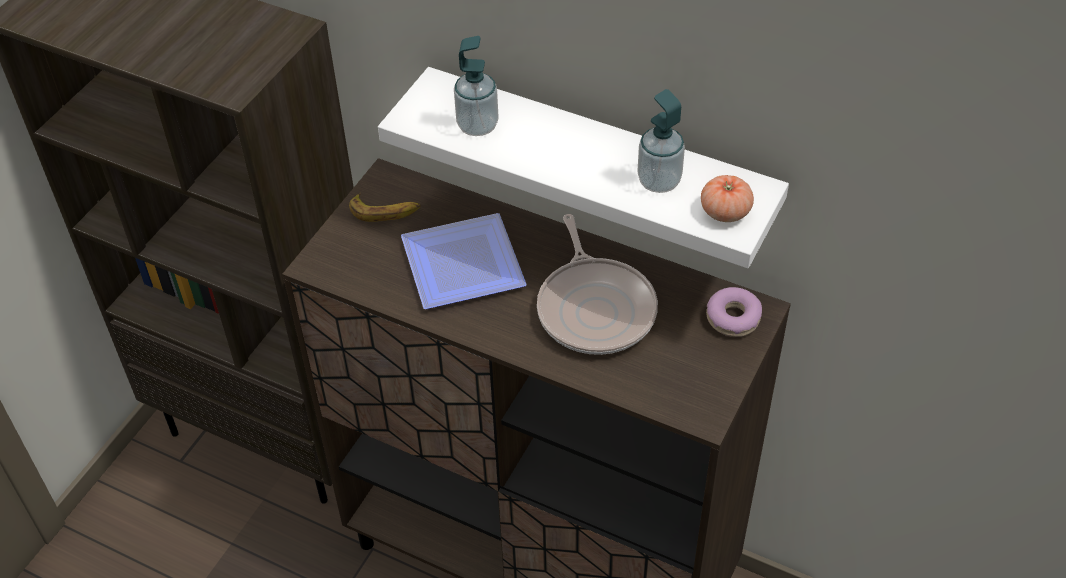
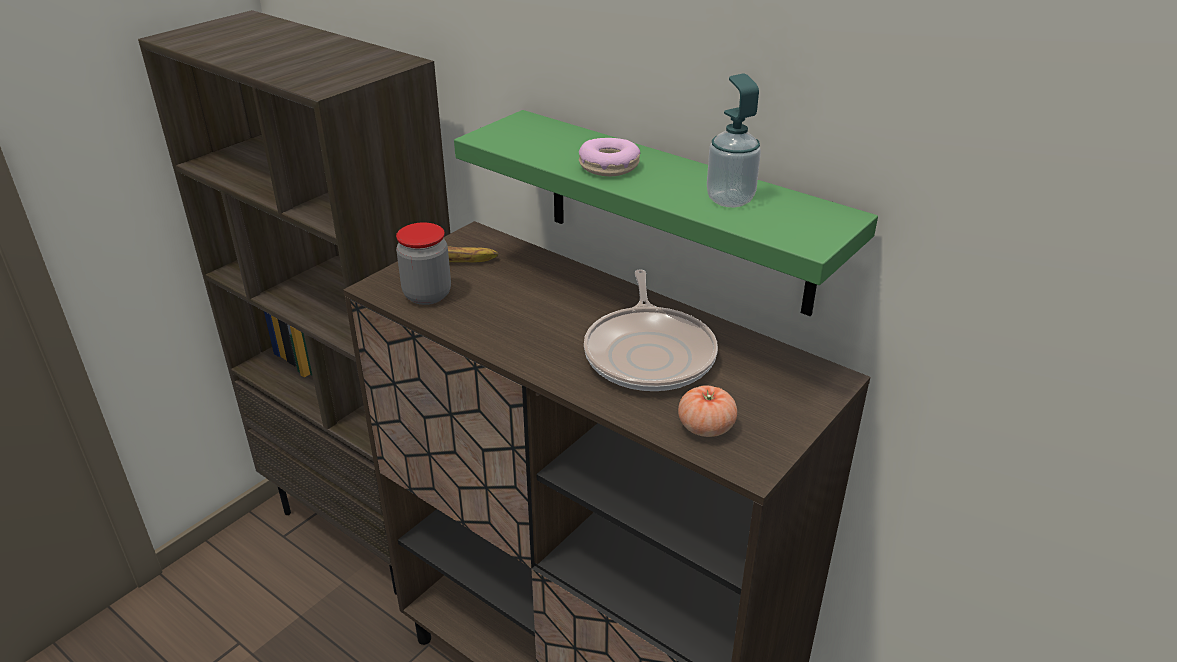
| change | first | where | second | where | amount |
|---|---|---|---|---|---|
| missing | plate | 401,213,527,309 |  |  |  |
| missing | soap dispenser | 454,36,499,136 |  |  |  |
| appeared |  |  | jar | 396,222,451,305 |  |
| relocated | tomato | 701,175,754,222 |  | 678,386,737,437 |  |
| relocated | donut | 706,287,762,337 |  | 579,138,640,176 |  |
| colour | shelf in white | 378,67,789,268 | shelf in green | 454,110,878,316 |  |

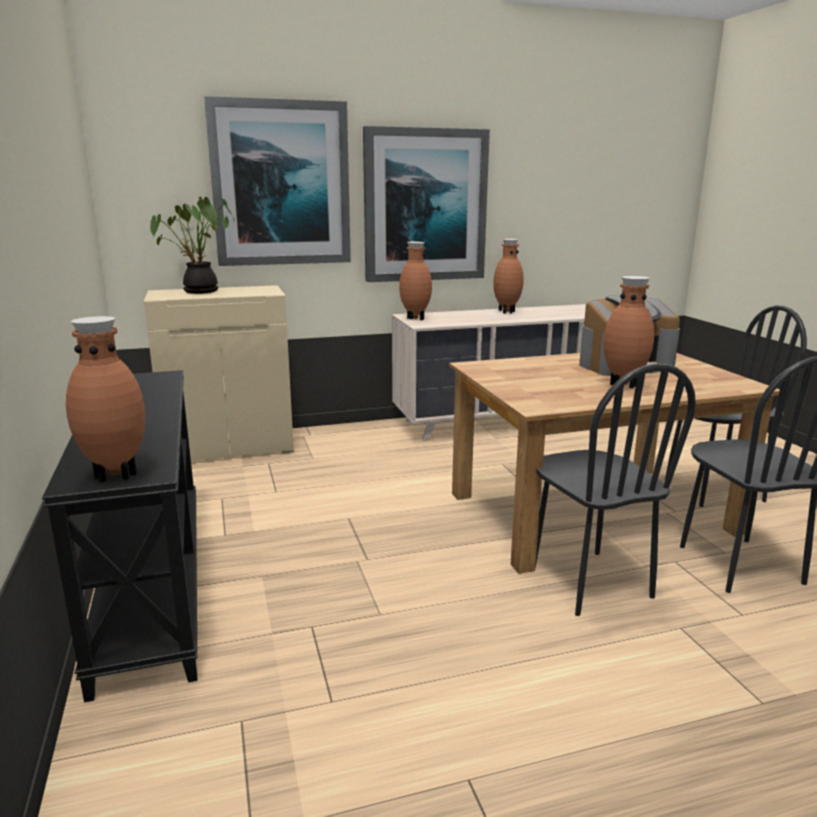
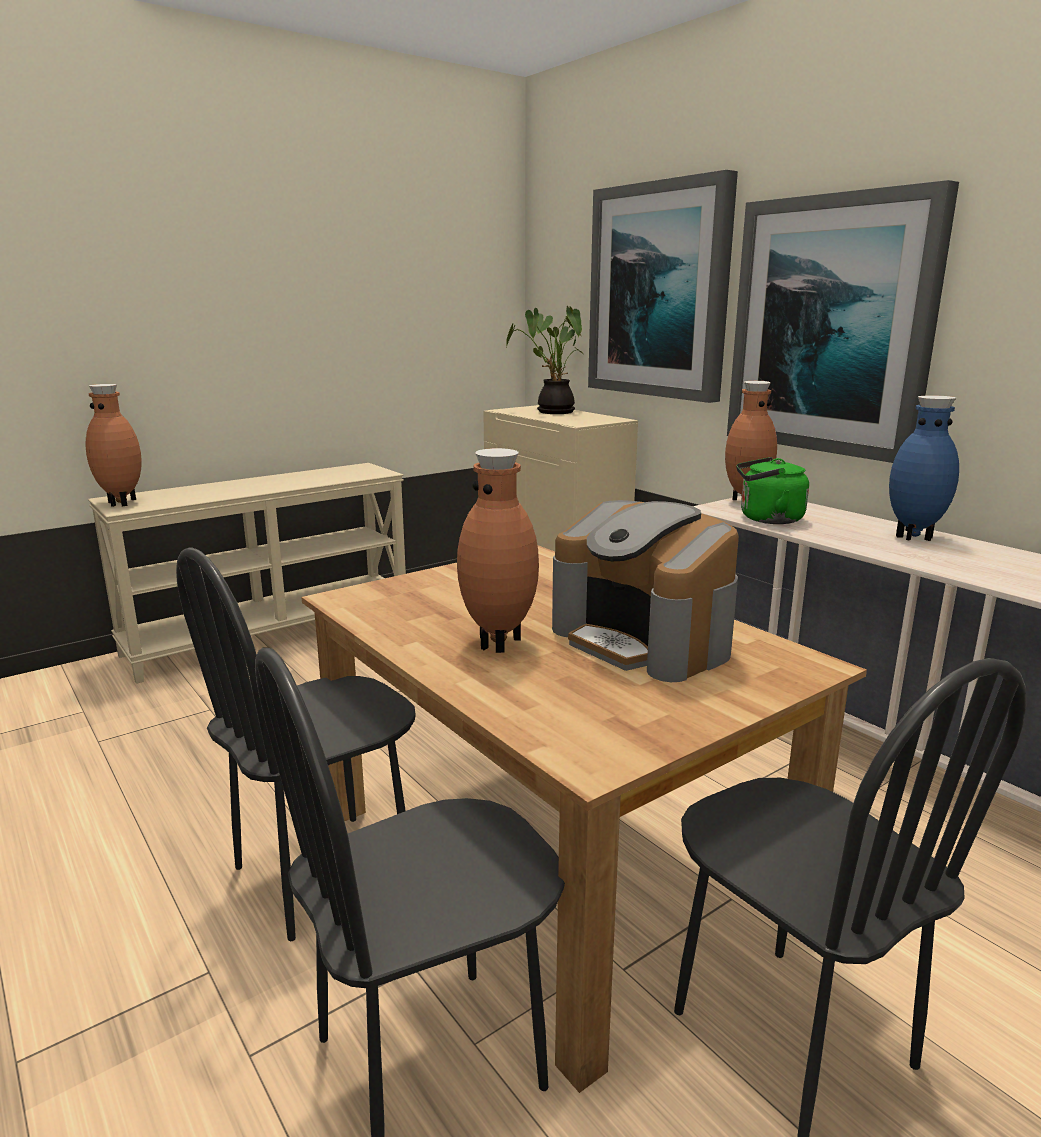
| change | first | where | second | where | amount |
|---|---|---|---|---|---|
| appeared |  |  | kettle in green | 736,457,809,524 |  |
| colour | console table in black | 42,370,197,702 | console table in beige | 88,463,406,684 |  |
| colour | vase in brown | 493,239,524,314 | vase in blue | 889,395,959,541 |  |

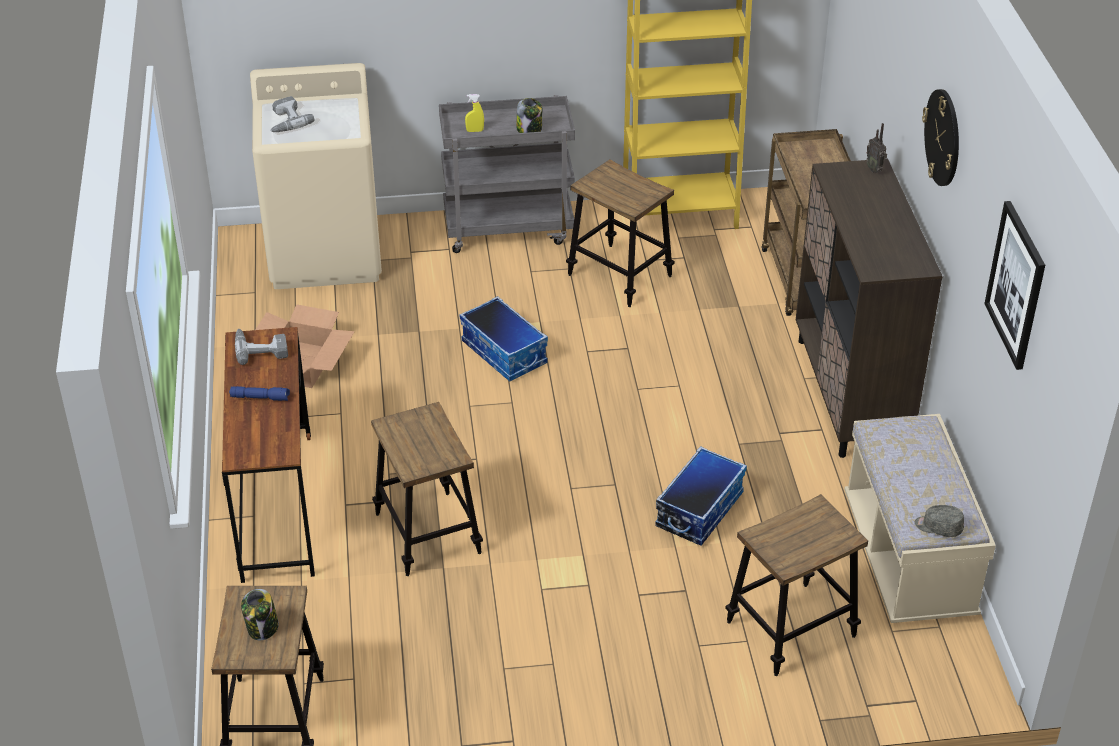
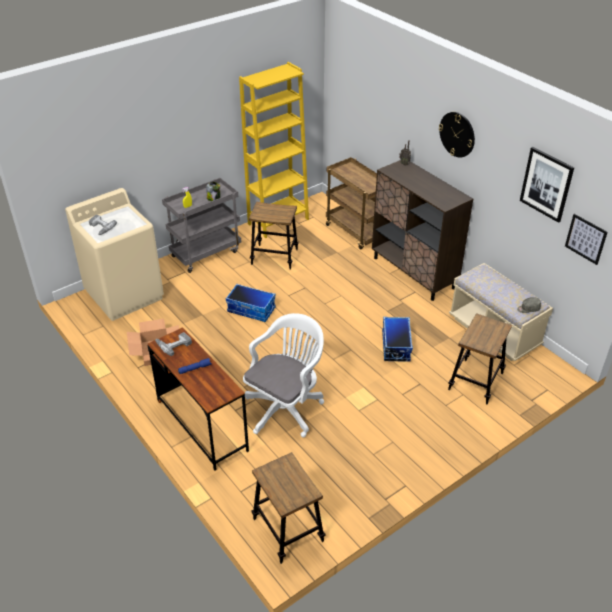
| change | first | where | second | where | amount |
|---|---|---|---|---|---|
| missing | jar | 241,589,279,640 |  |  |  |
| appeared |  |  | picture | 565,214,608,265 |  |
| exchanged | stool | 371,402,483,576 | office chair in white | 243,313,324,437 |  |

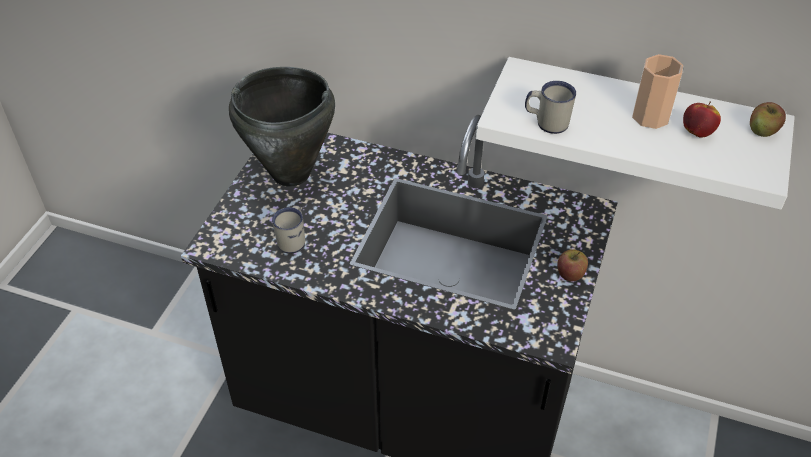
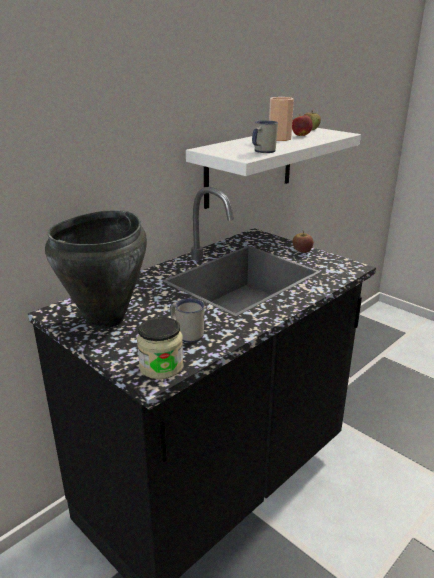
| change | first | where | second | where | amount |
|---|---|---|---|---|---|
| appeared |  |  | jar | 137,317,184,379 |  |

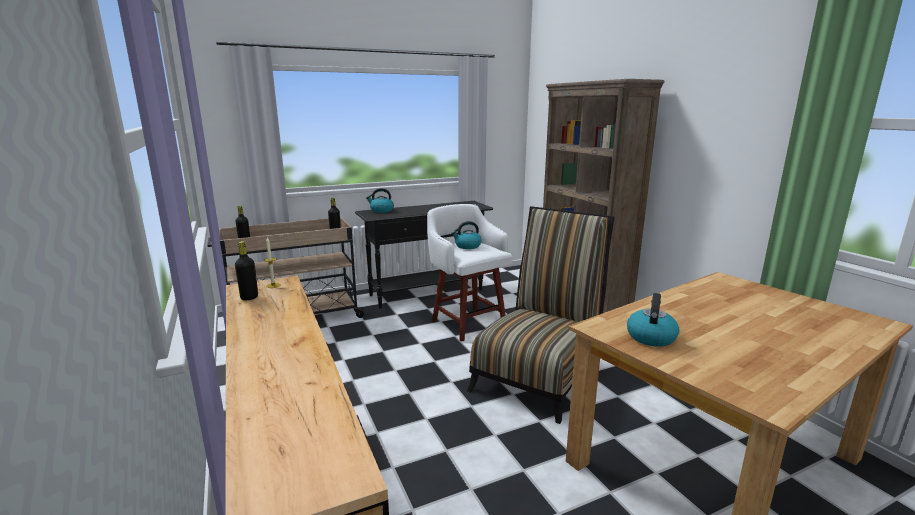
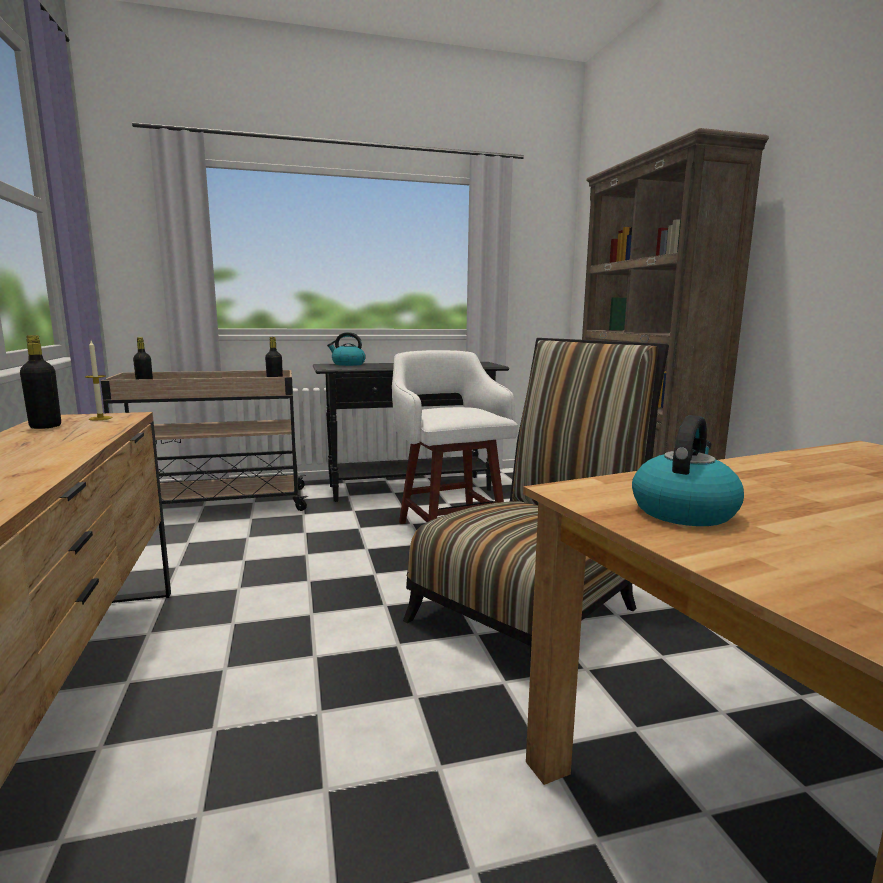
| change | first | where | second | where | amount |
|---|---|---|---|---|---|
| missing | kettle | 451,221,482,249 |  |  |  |

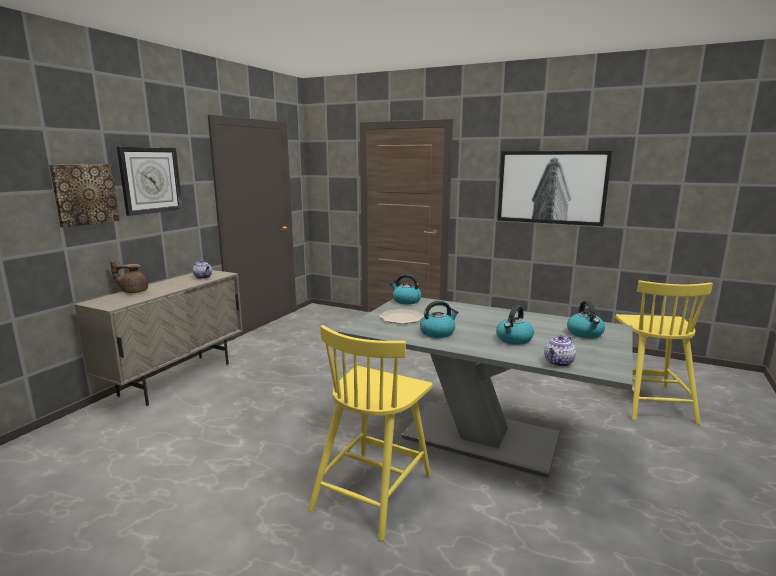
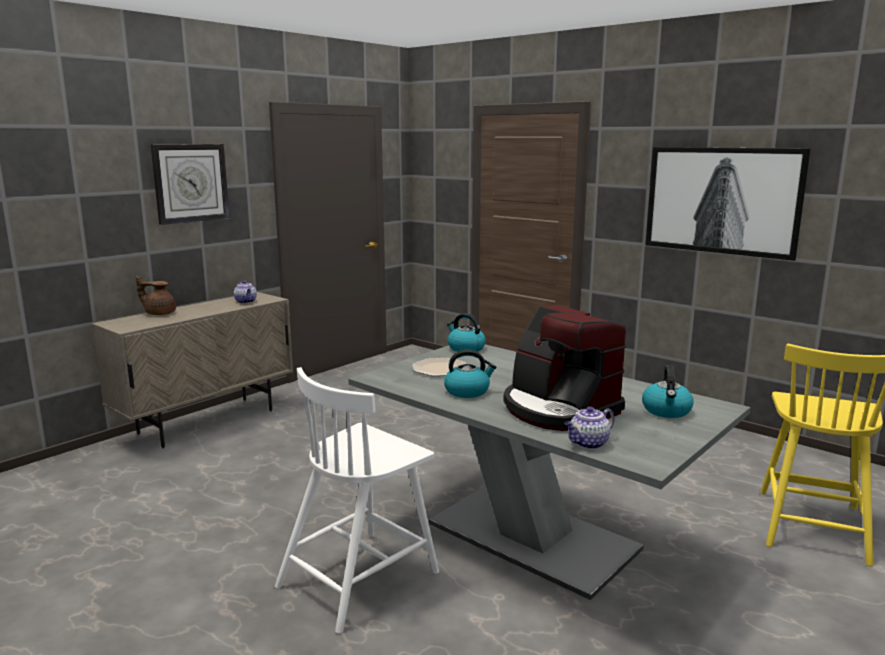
| change | first | where | second | where | amount |
|---|---|---|---|---|---|
| missing | picture | 49,164,119,228 |  |  |  |
| exchanged | kettle | 496,306,534,345 | coffee machine | 503,305,626,431 |  |
| colour | chair in yellow | 308,325,433,541 | chair in white | 275,367,439,634 |  |

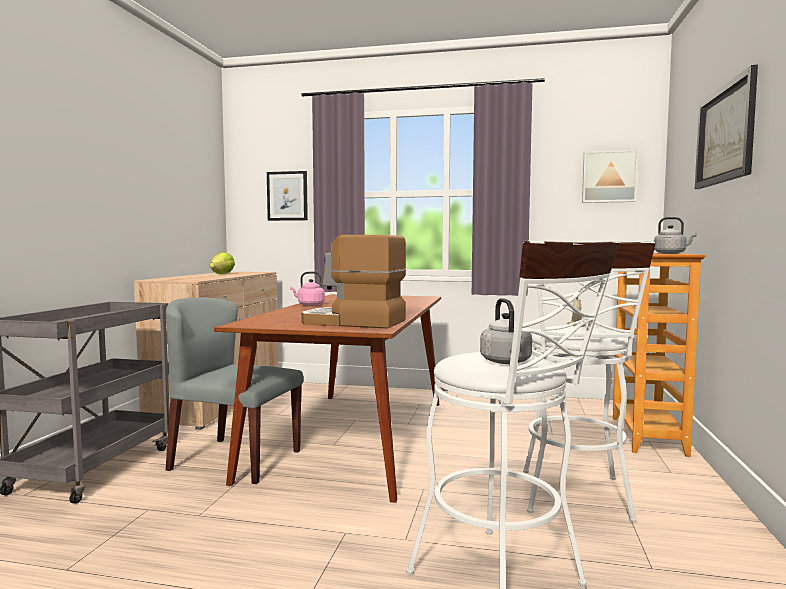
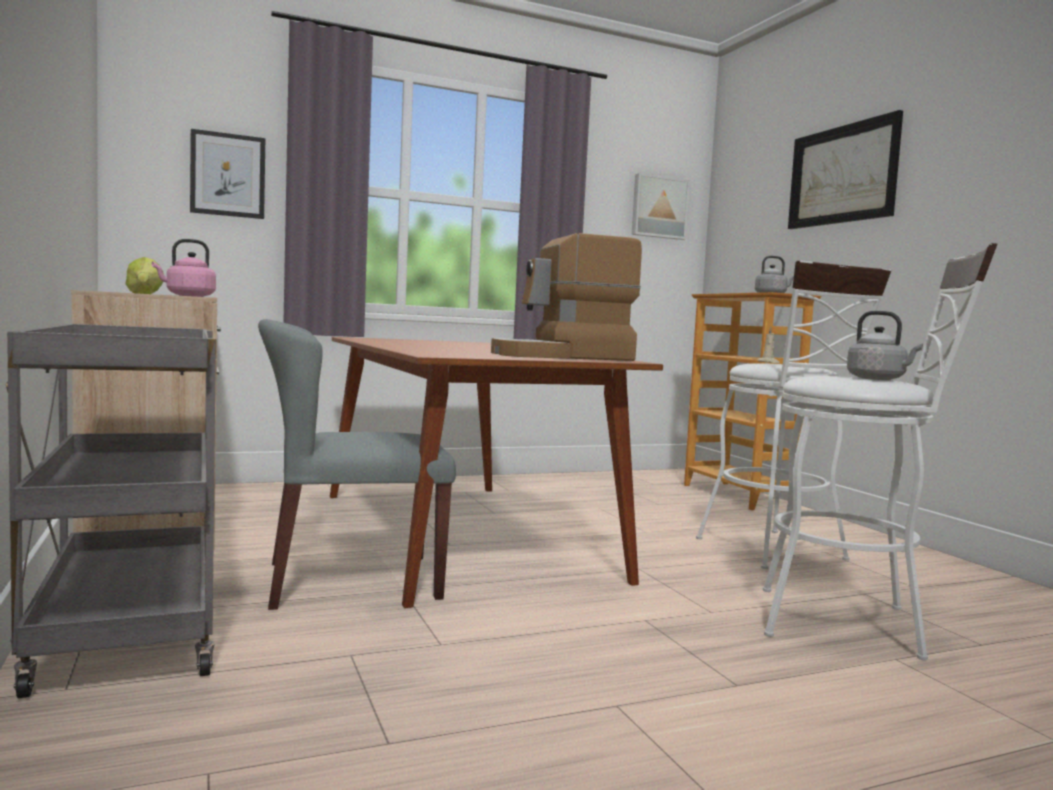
| change | first | where | second | where | amount |
|---|---|---|---|---|---|
| relocated | kettle in pink | 290,271,325,306 |  | 152,239,216,297 |  |

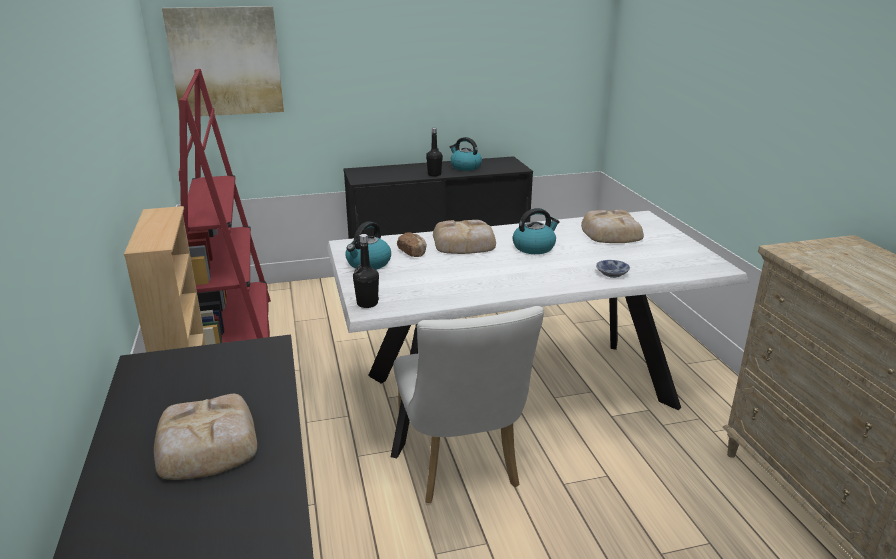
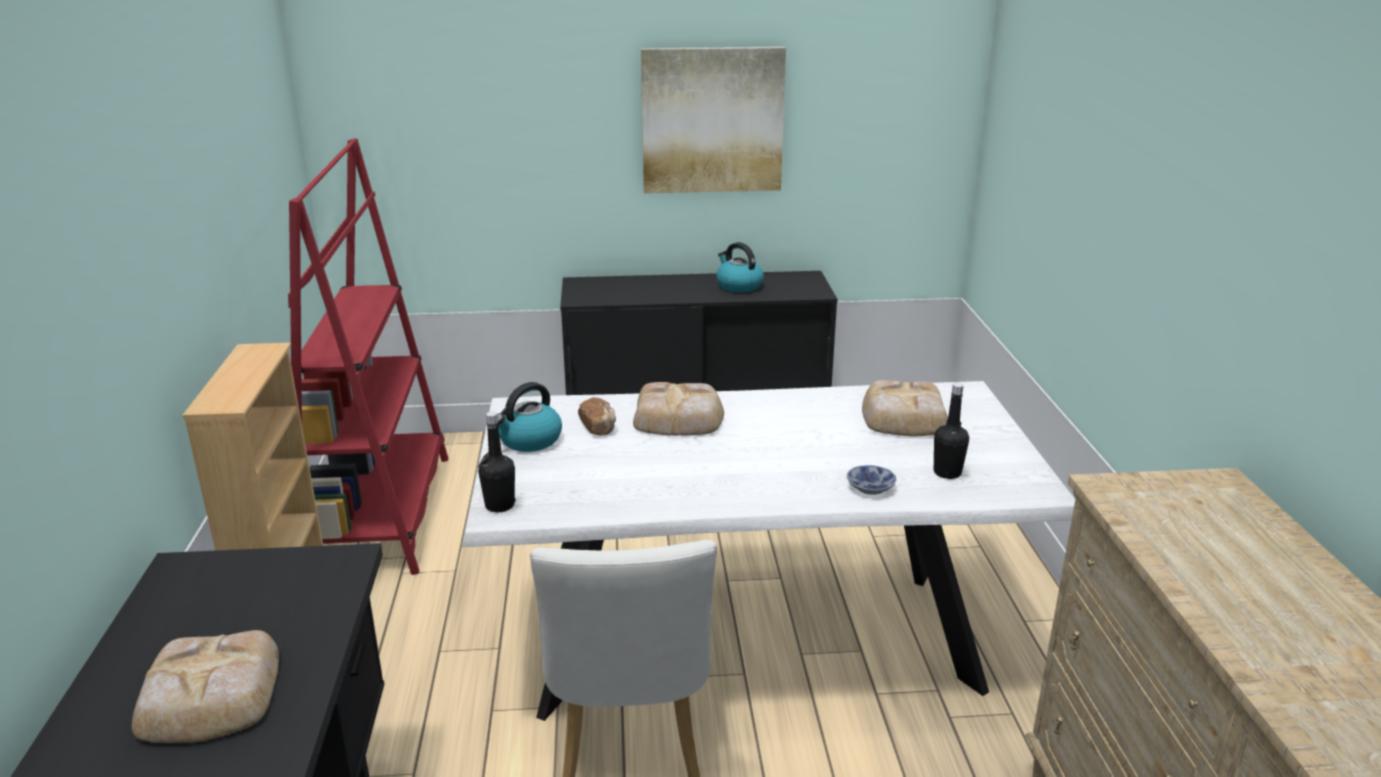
| change | first | where | second | where | amount |
|---|---|---|---|---|---|
| missing | kettle | 512,208,560,254 |  |  |  |
| relocated | picture | 162,6,284,117 |  | 641,47,786,193 |  |
| relocated | bottle in black | 426,128,443,177 |  | 934,383,969,479 |  |

